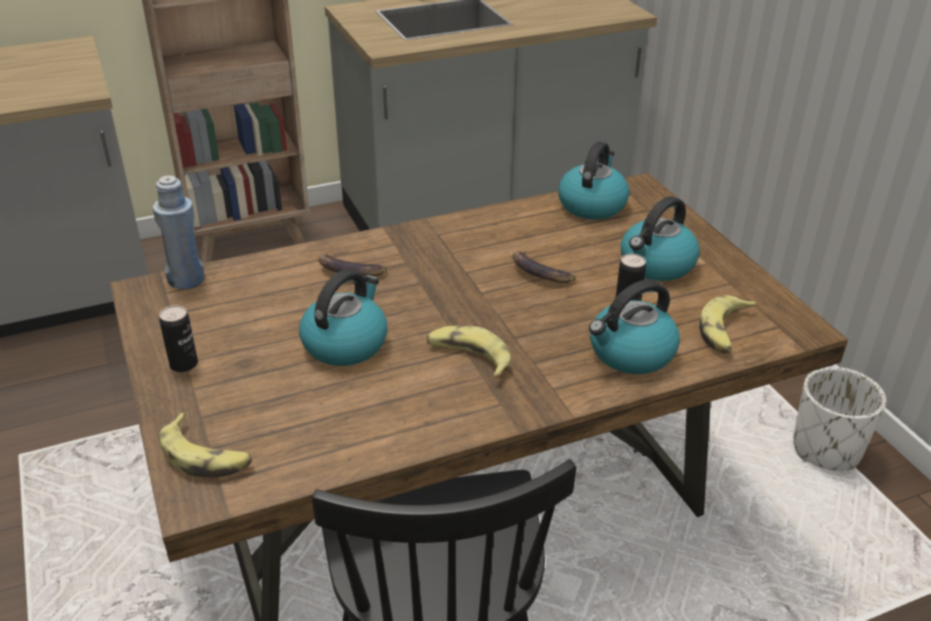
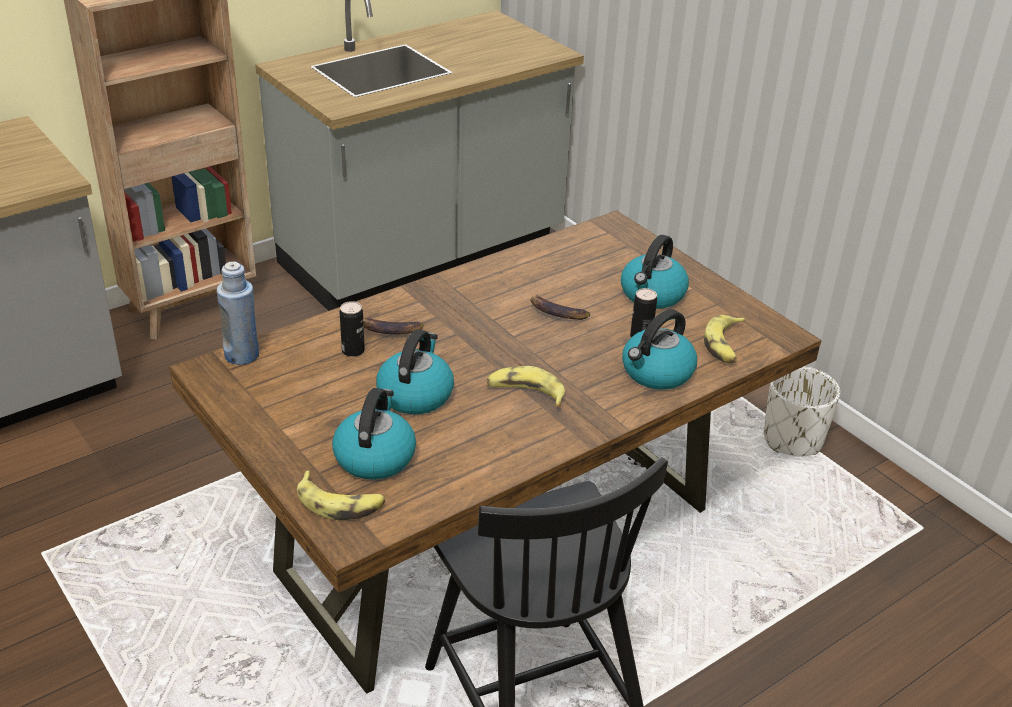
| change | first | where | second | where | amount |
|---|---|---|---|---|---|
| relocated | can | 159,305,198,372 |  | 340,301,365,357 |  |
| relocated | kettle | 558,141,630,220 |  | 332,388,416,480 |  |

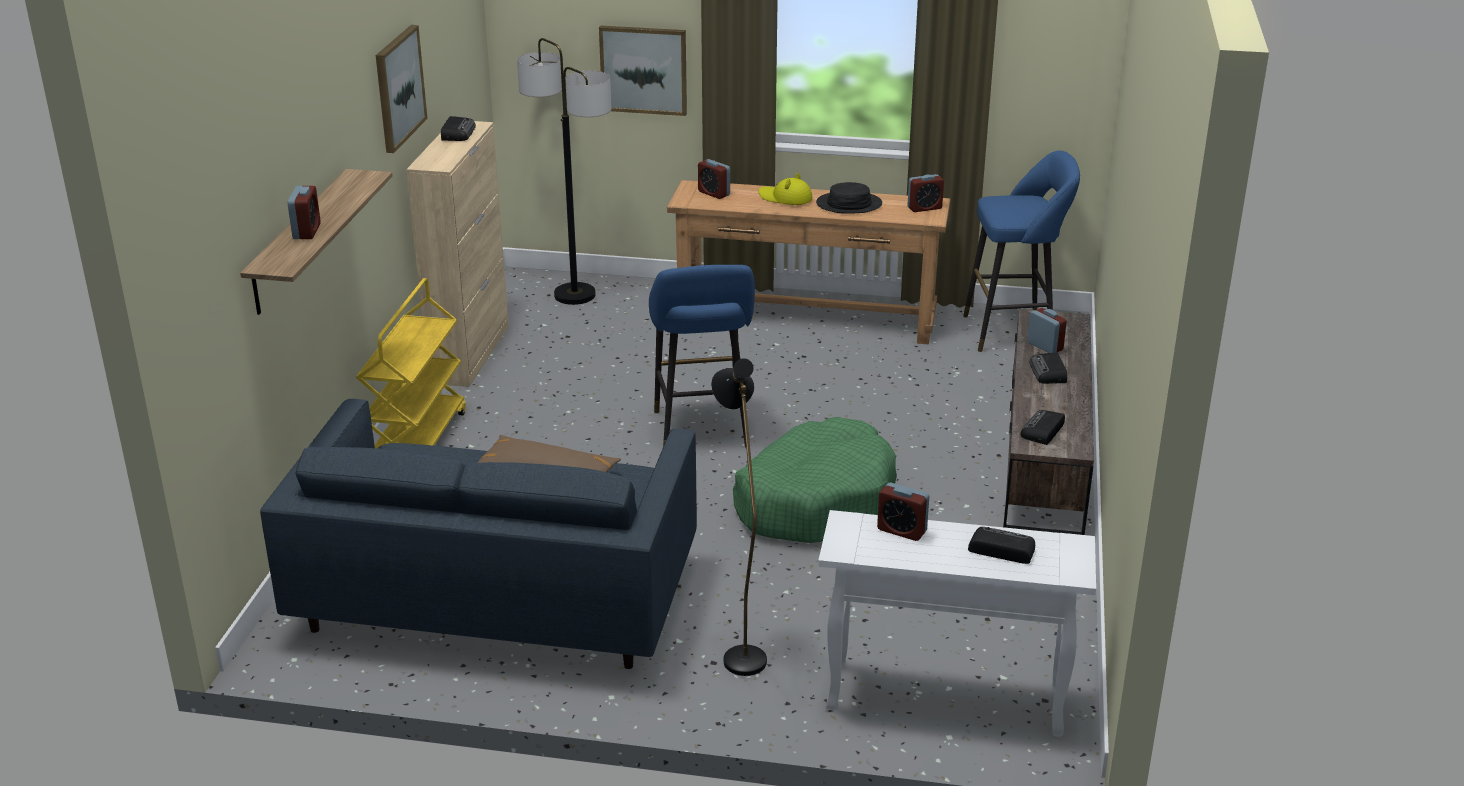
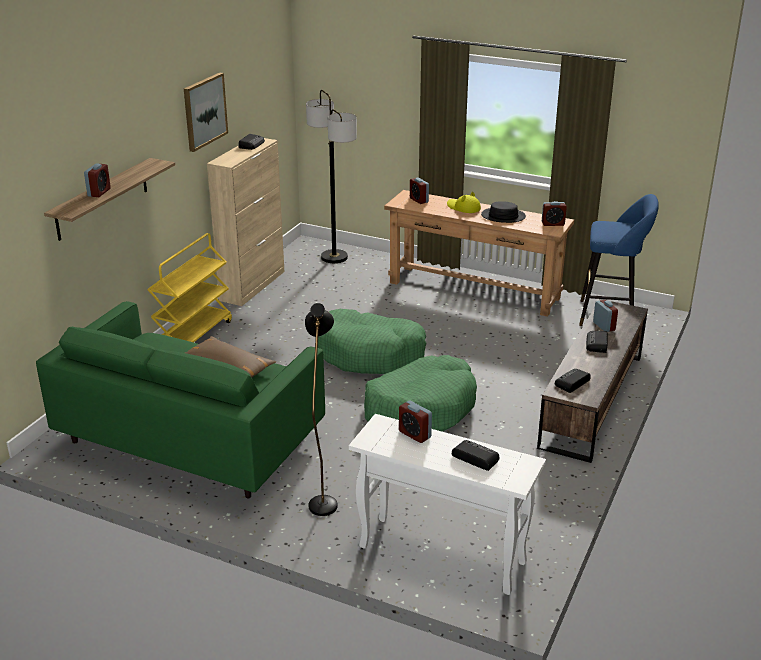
| change | first | where | second | where | amount |
|---|---|---|---|---|---|
| missing | picture | 599,26,687,116 |  |  |  |
| exchanged | stool in blue | 649,265,755,447 | dog bed in green | 318,309,426,374 |  |
| colour | sofa in blue | 260,399,697,669 | sofa in green | 36,301,325,498 |  |

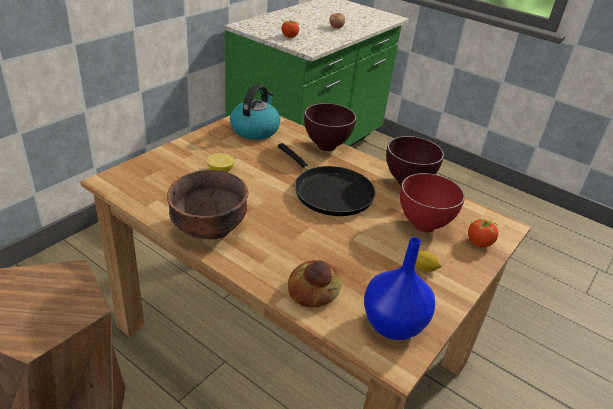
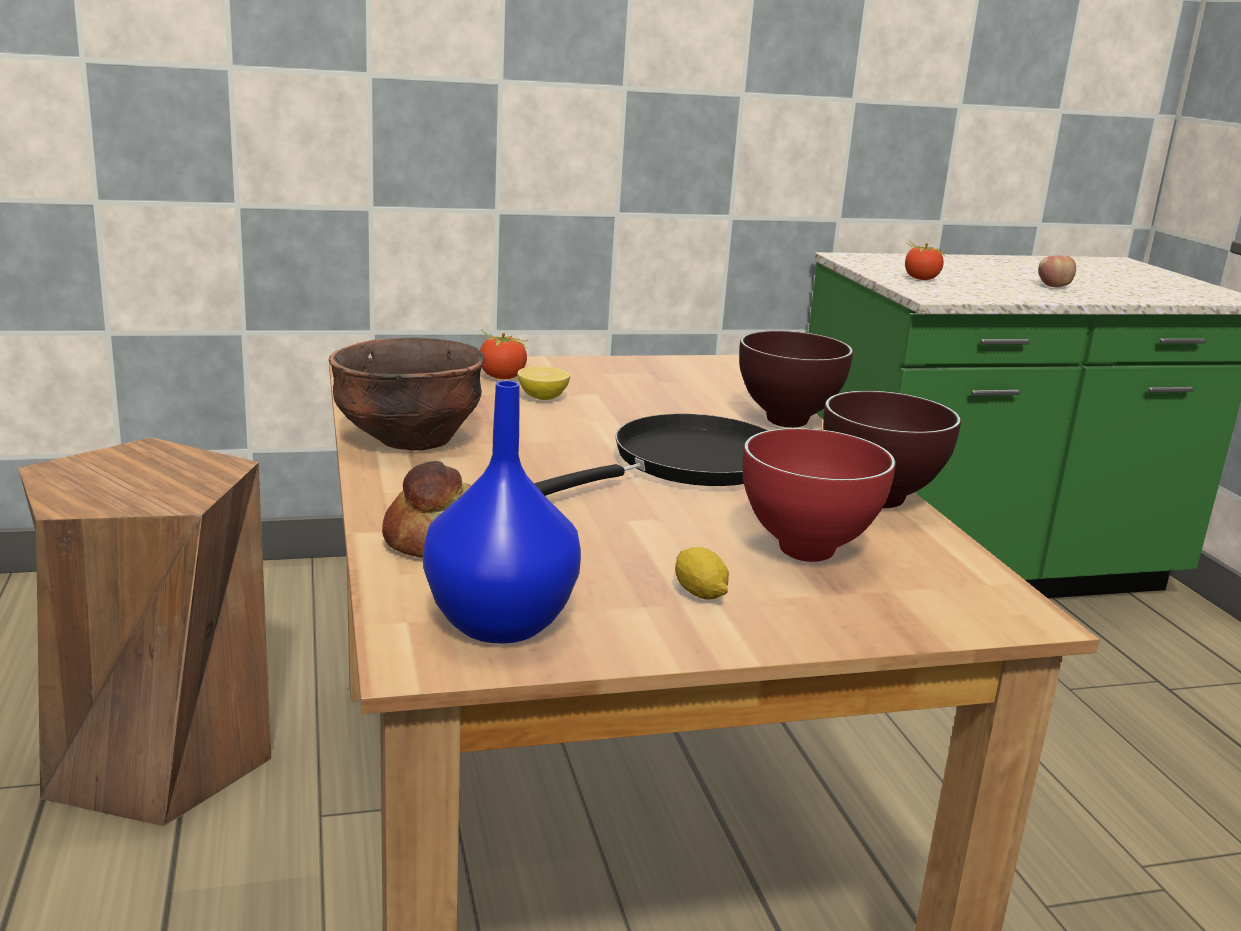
| change | first | where | second | where | amount |
|---|---|---|---|---|---|
| missing | kettle | 230,84,280,140 |  |  |  |
| relocated | tomato | 468,217,498,247 |  | 478,329,528,379 |  |
| spun | frying pan in black | 278,143,376,216 |  | 534,414,768,496 | 135 degrees counterclockwise |

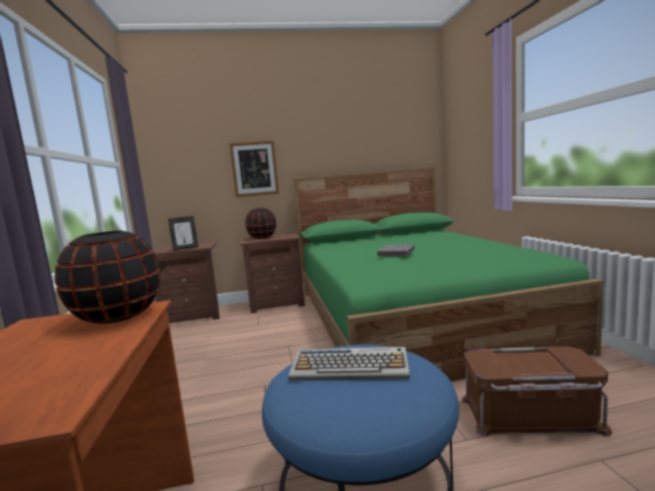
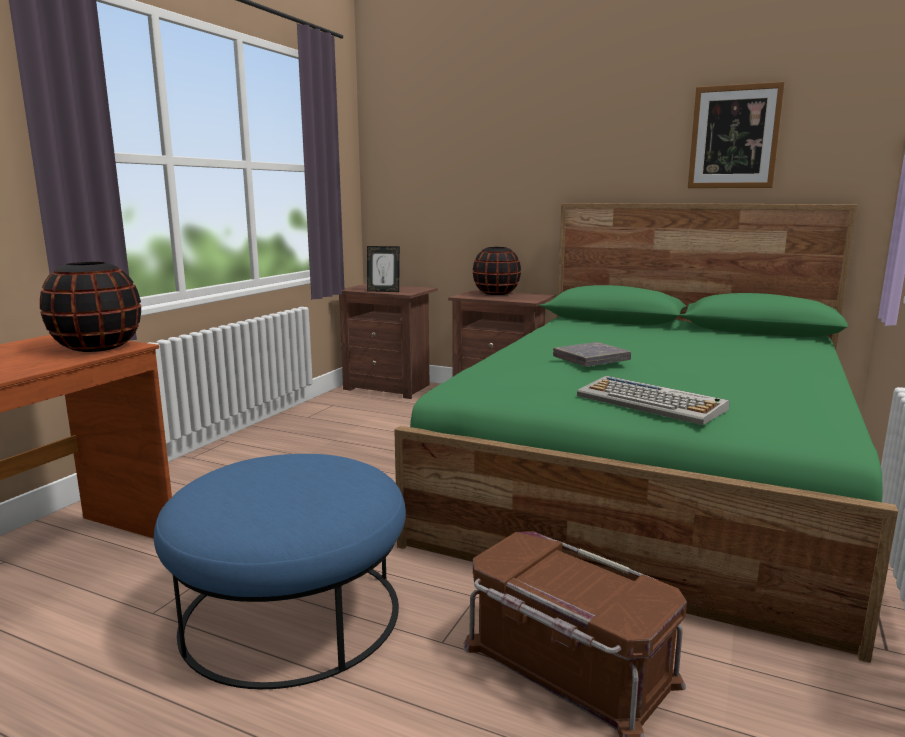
| change | first | where | second | where | amount |
|---|---|---|---|---|---|
| relocated | picture | 229,141,279,197 |  | 688,82,785,188 |  |
| relocated | keyboard | 288,347,410,381 |  | 577,376,730,425 |  |

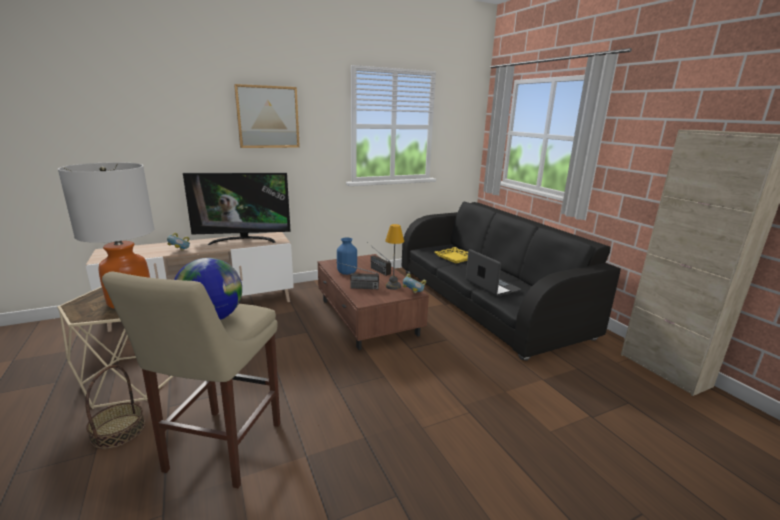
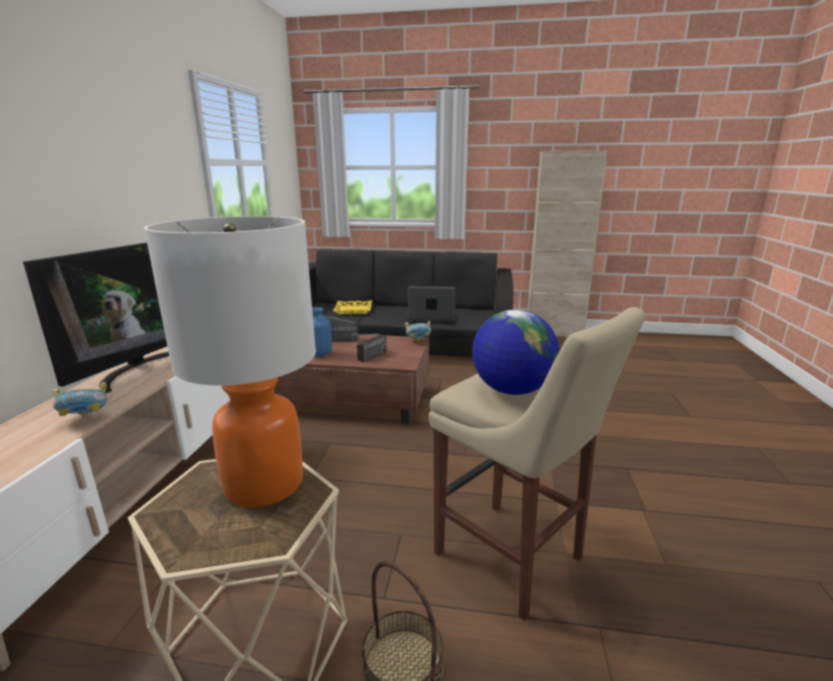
| change | first | where | second | where | amount |
|---|---|---|---|---|---|
| missing | picture | 234,84,300,148 |  |  |  |
| missing | table lamp | 385,224,404,290 |  |  |  |

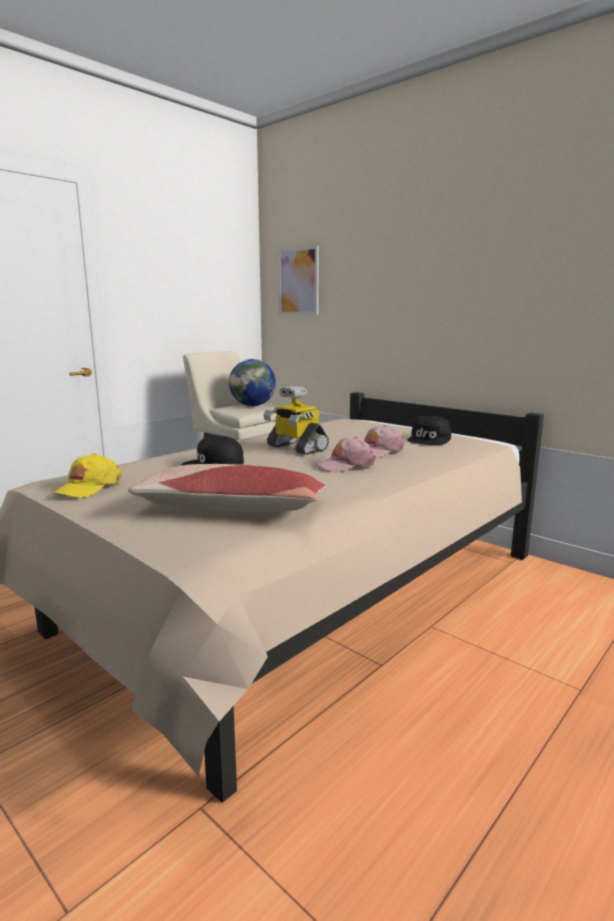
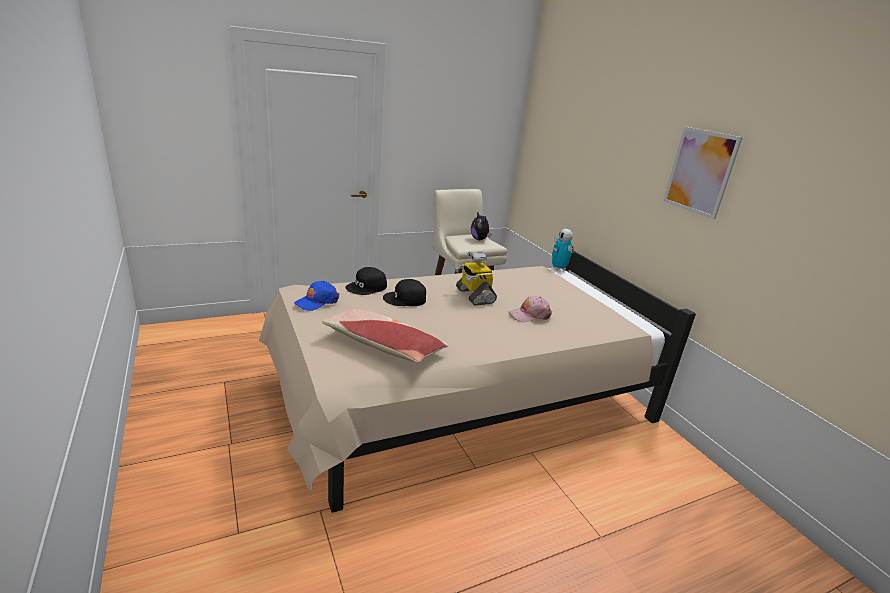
| change | first | where | second | where | amount |
|---|---|---|---|---|---|
| missing | cap in pink | 315,437,376,472 |  |  |  |
| appeared |  |  | toy robot | 552,229,574,270 |  |
| relocated | picture | 278,246,319,315 |  | 663,127,743,219 |  |
| relocated | cap in black | 407,416,451,445 |  | 346,267,387,295 |  |
| exchanged | globe | 229,359,276,406 | plush toy | 471,212,491,240 |  |
| colour | cap in yellow | 52,453,122,498 | cap in blue | 294,281,339,311 |  |

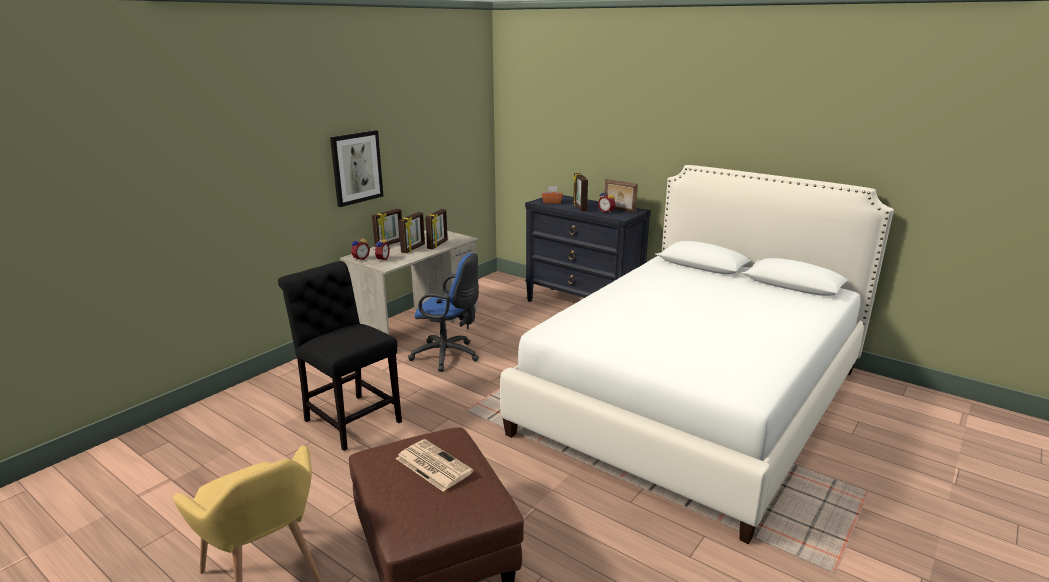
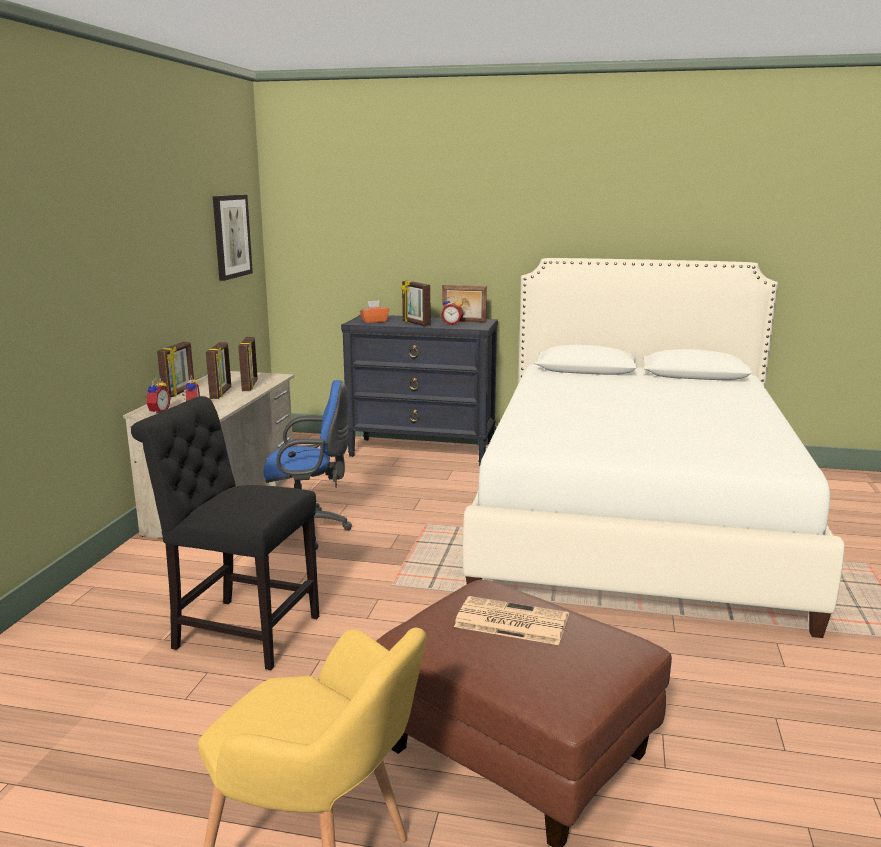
| change | first | where | second | where | amount |
|---|---|---|---|---|---|
| relocated | picture | 330,130,383,207 |  | 213,195,253,281 |  |

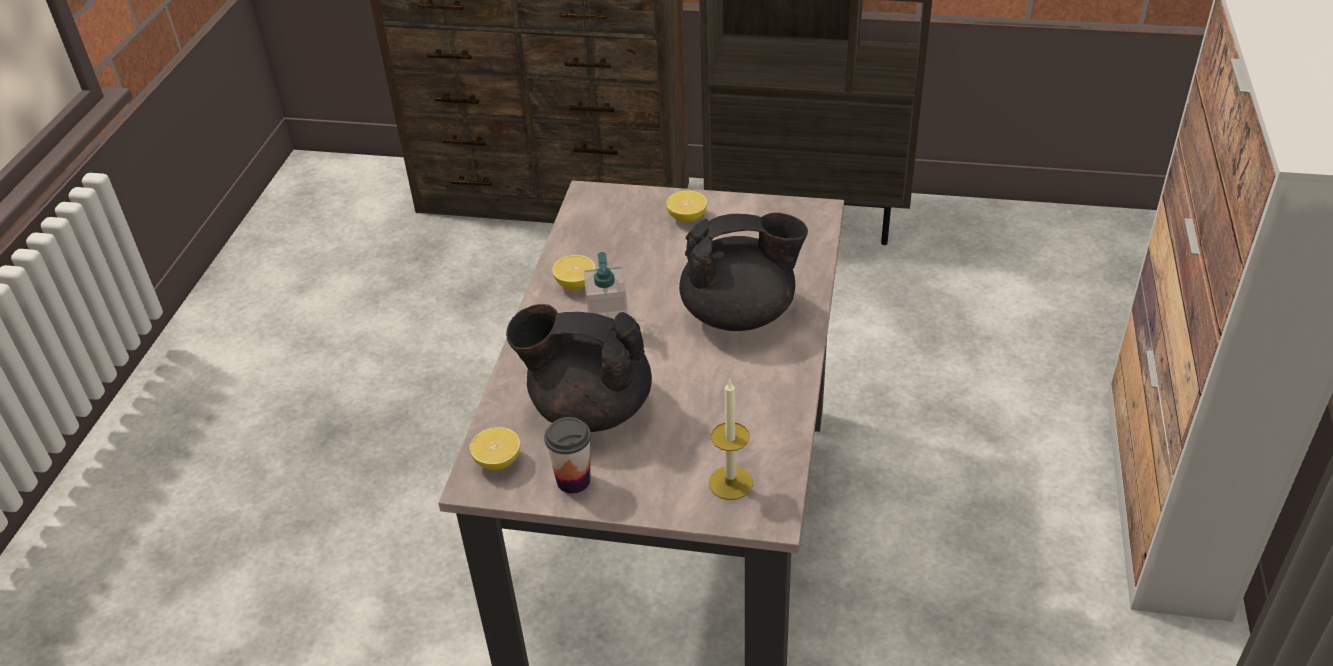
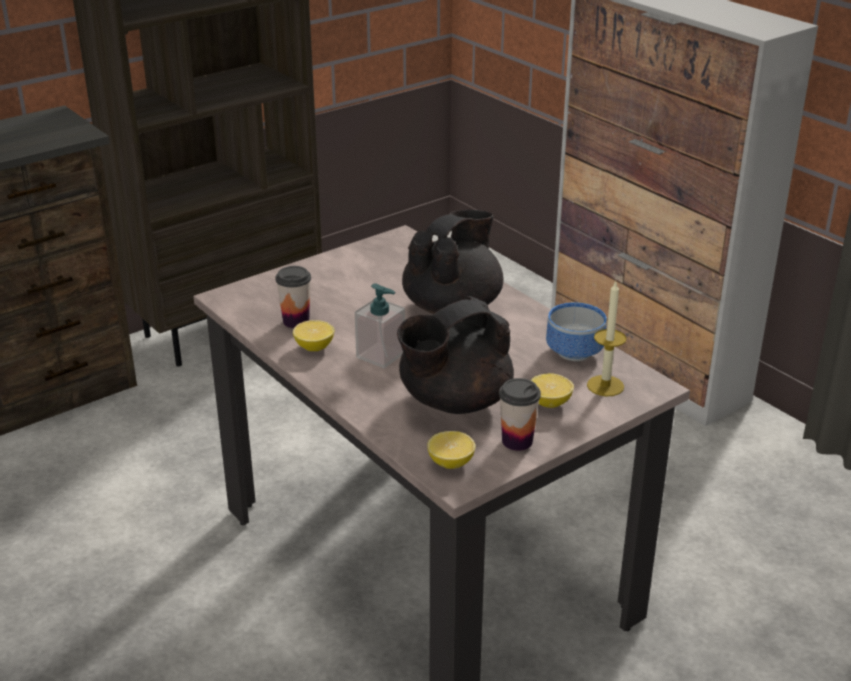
| change | first | where | second | where | amount |
|---|---|---|---|---|---|
| appeared |  |  | cup | 275,266,311,328 |  |
| appeared |  |  | bowl | 546,302,607,361 |  |
| relocated | lemon | 666,190,707,223 |  | 531,373,574,408 |  |

